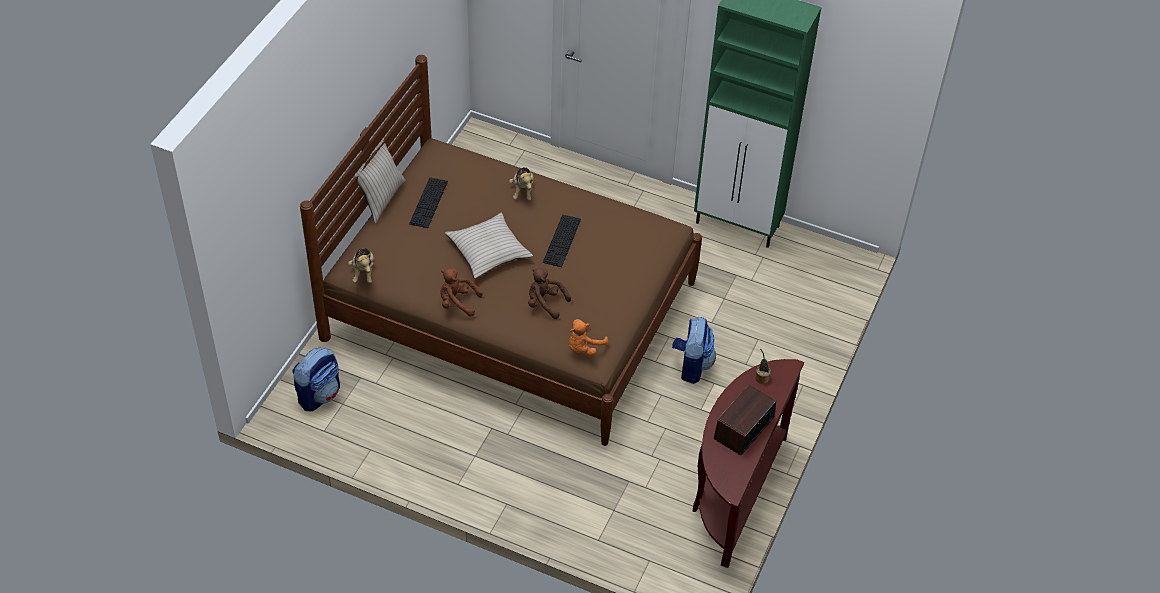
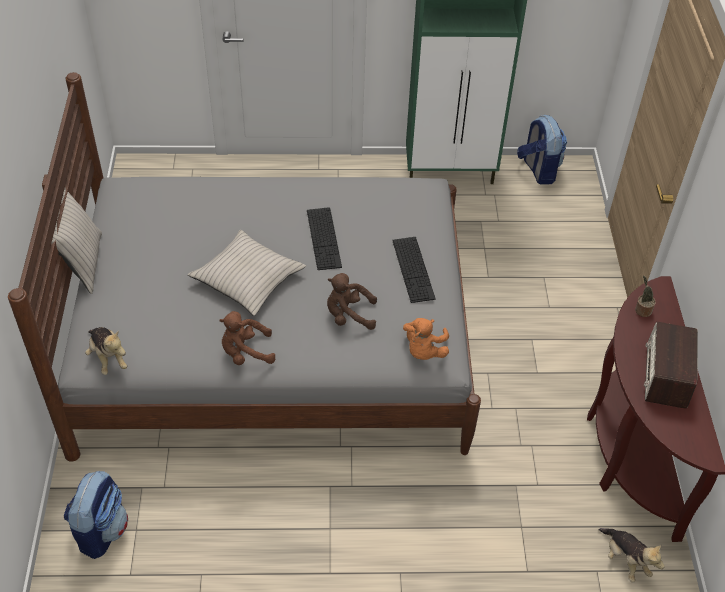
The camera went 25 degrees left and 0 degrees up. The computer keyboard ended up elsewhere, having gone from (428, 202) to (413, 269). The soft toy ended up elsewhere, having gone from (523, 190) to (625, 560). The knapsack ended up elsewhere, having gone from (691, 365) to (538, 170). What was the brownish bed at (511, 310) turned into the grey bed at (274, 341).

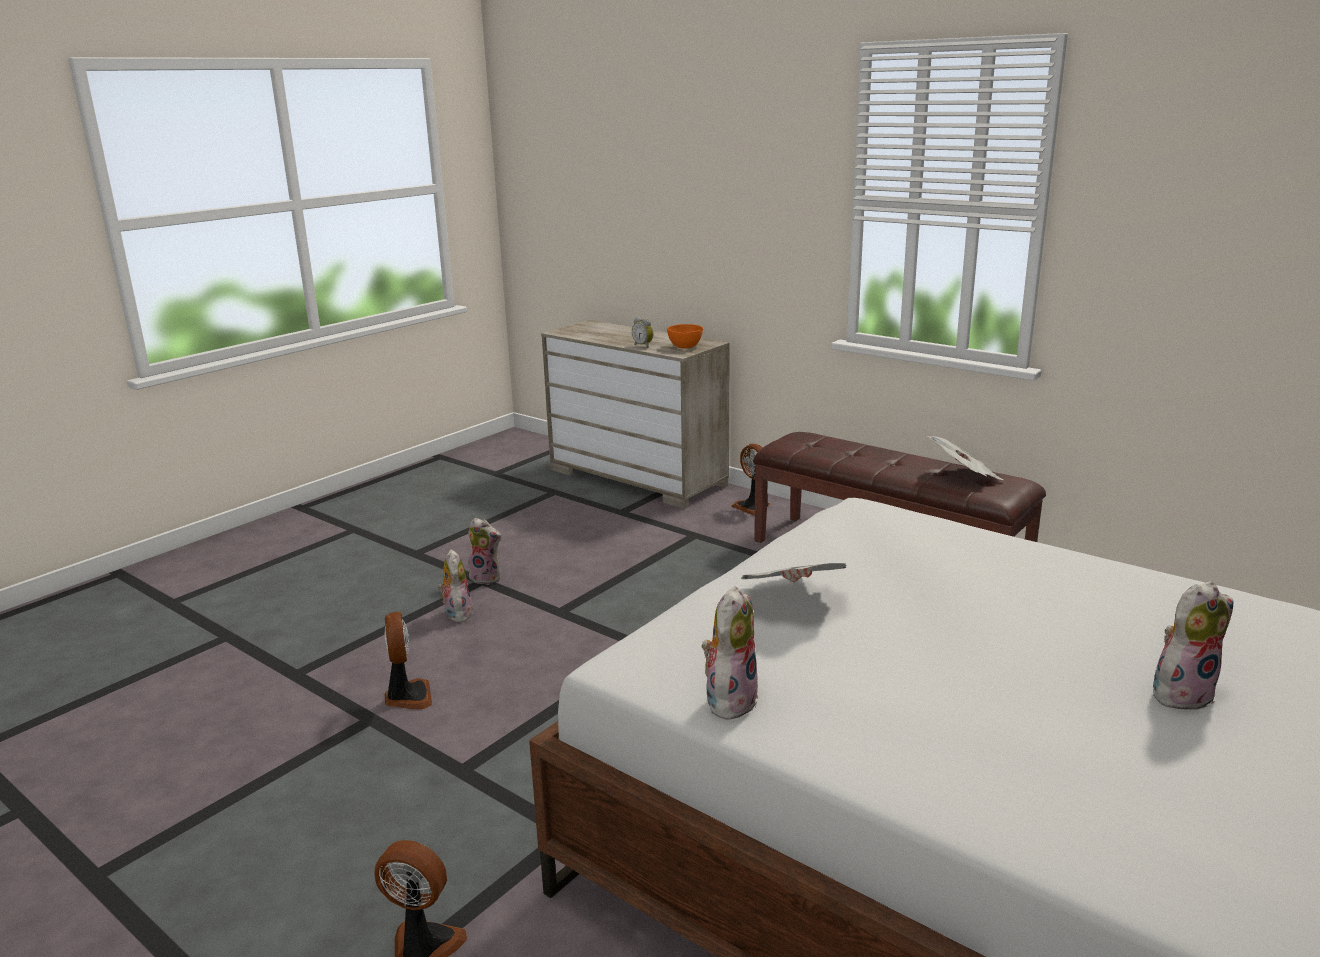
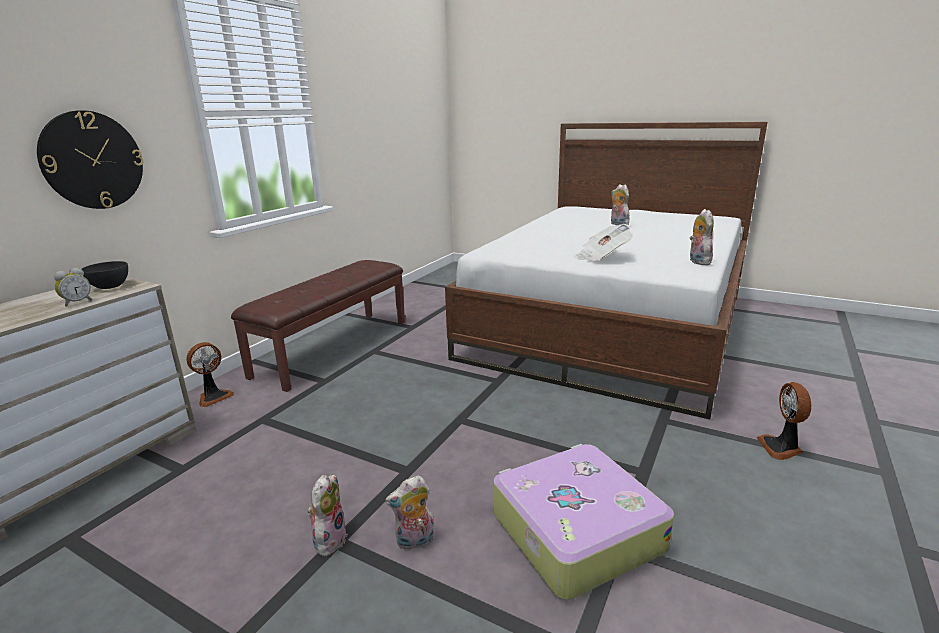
The camera went 100 degrees left and 0 degrees up. The second view lost the printed paper at (964, 476). The second view gained the hanging clock at (92, 160). Where the cooling fan stood at (407, 697), the piece of luggage came to stand at (574, 531). What was the orange-coloured bowl at (684, 347) turned into the grey bowl at (109, 287). The soft toy at (729, 699) ended up facing another way, 75 degrees clockwise from before.

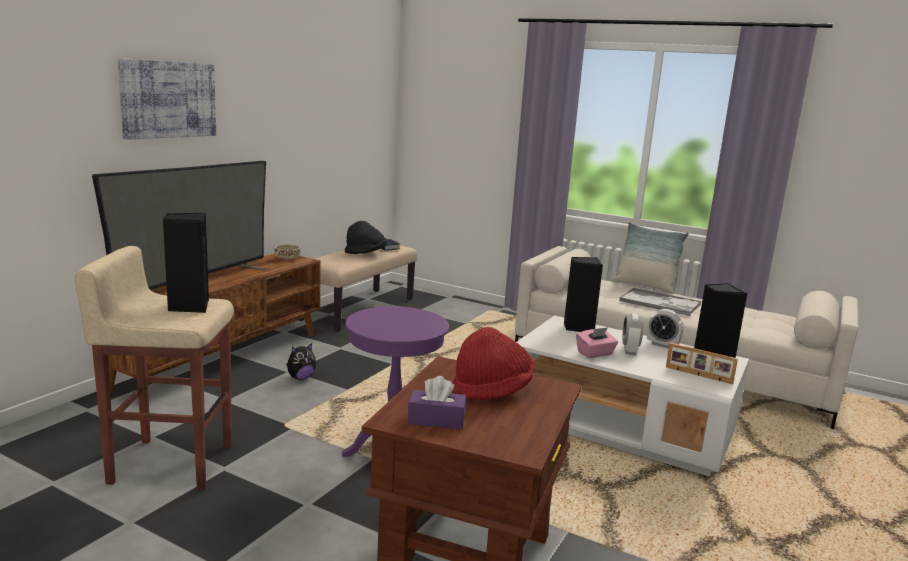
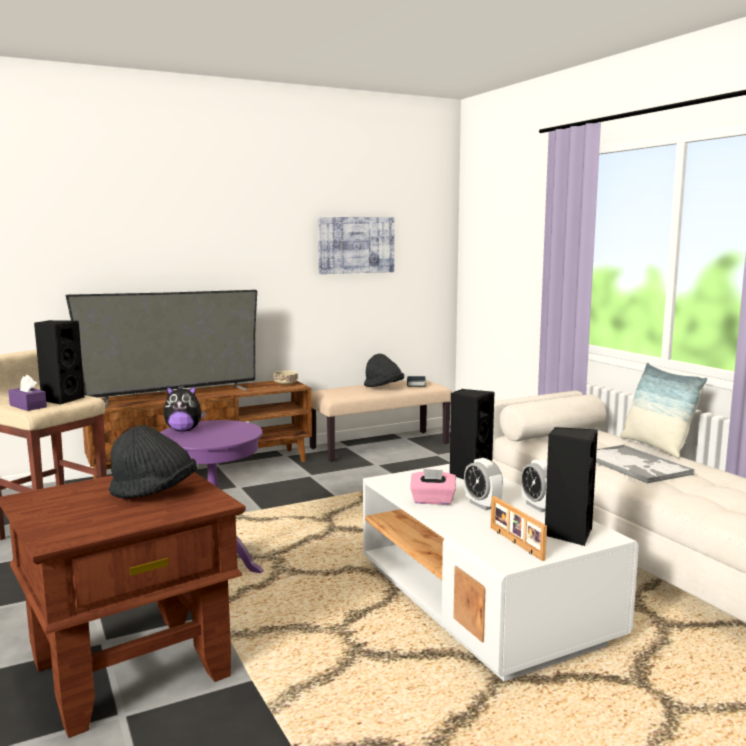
The camera went 35 degrees right and 5 degrees down. The picture ended up elsewhere, having gone from (168, 99) to (356, 245). The soft toy ended up elsewhere, having gone from (300, 378) to (184, 430). The purple box of tissues ended up elsewhere, having gone from (436, 420) to (28, 406). What was the red-coloured clothing hat at (492, 390) turned into the black clothing hat at (154, 493). The alarm clock at (630, 350) ended up facing another way, 75 degrees counterclockwise from before.

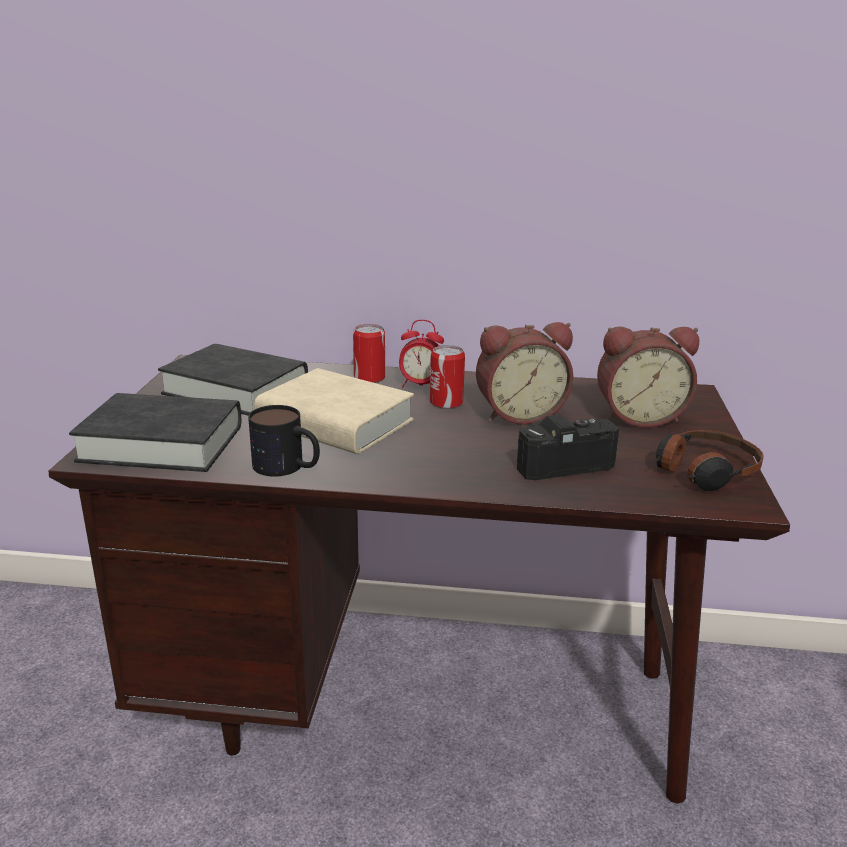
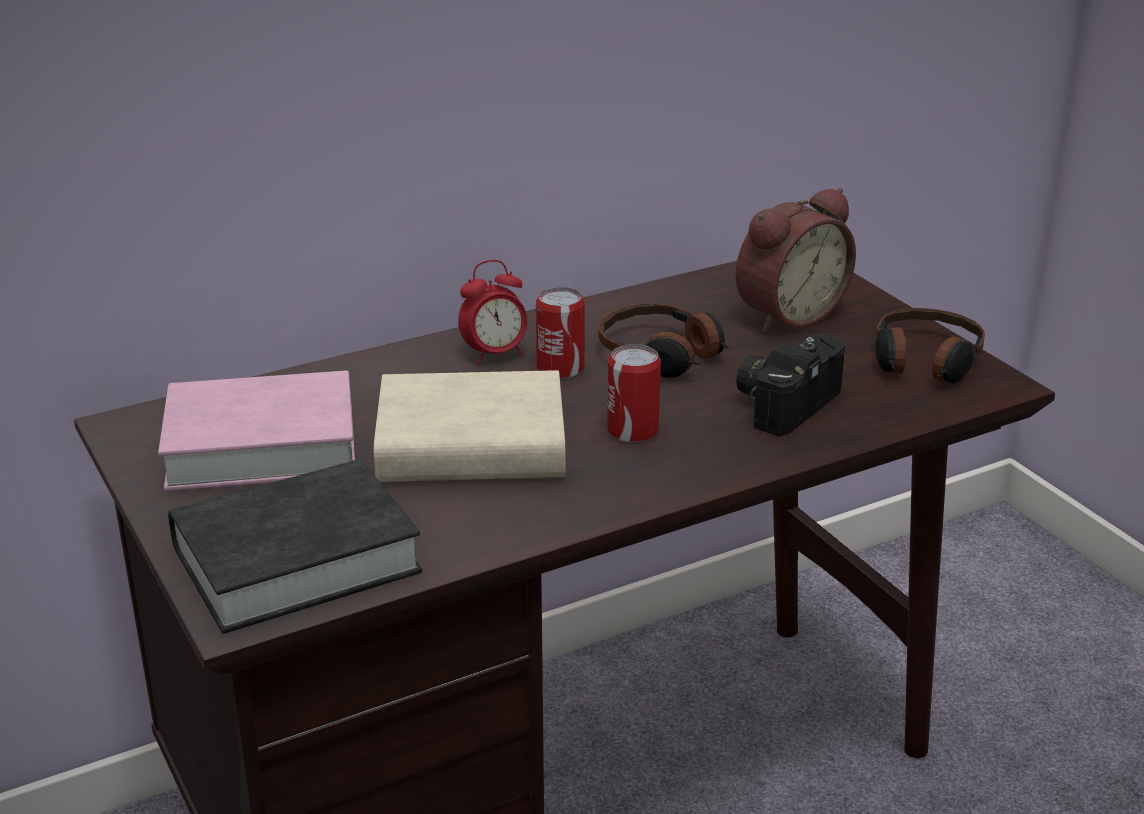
The camera went 35 degrees left and 5 degrees up. The second view lost the mug at (288, 467). The sealed can ended up elsewhere, having gone from (369, 378) to (632, 430). Where the alarm clock stood at (519, 414), the pair of headphones came to stand at (662, 355). What was the black book at (236, 389) turned into the pink-coloured book at (262, 445).

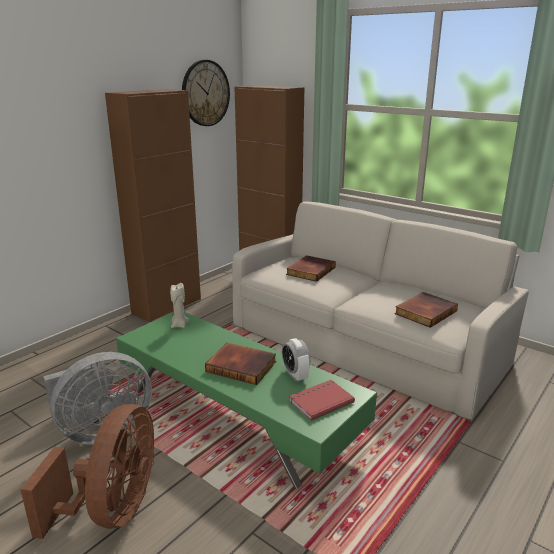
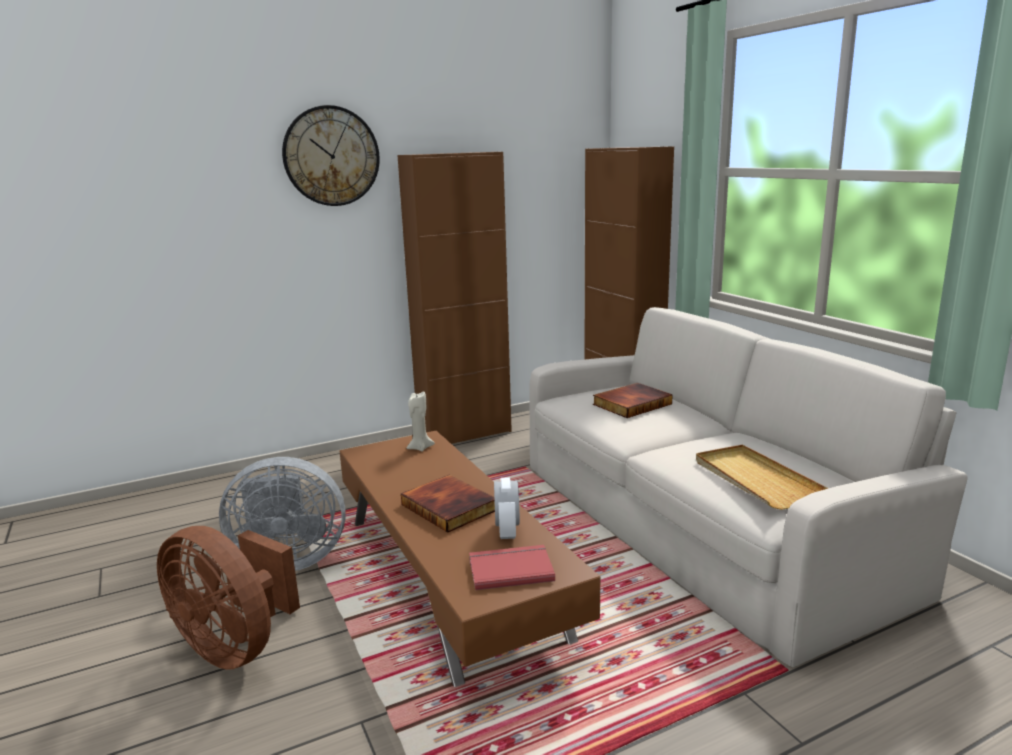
The camera went 25 degrees right and 5 degrees down. The hanging clock ended up elsewhere, having gone from (205, 93) to (331, 156). Where the book stood at (425, 312), the beige carrying tray came to stand at (755, 480). What was the green coffee table at (238, 414) turned into the brownish coffee table at (452, 576). The brownish cooling fan at (113, 509) ended up facing another way, 90 degrees clockwise from before.

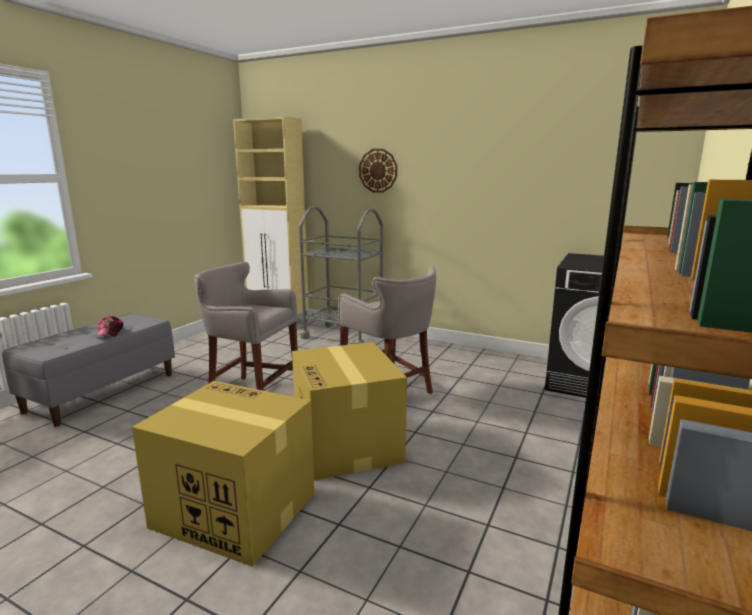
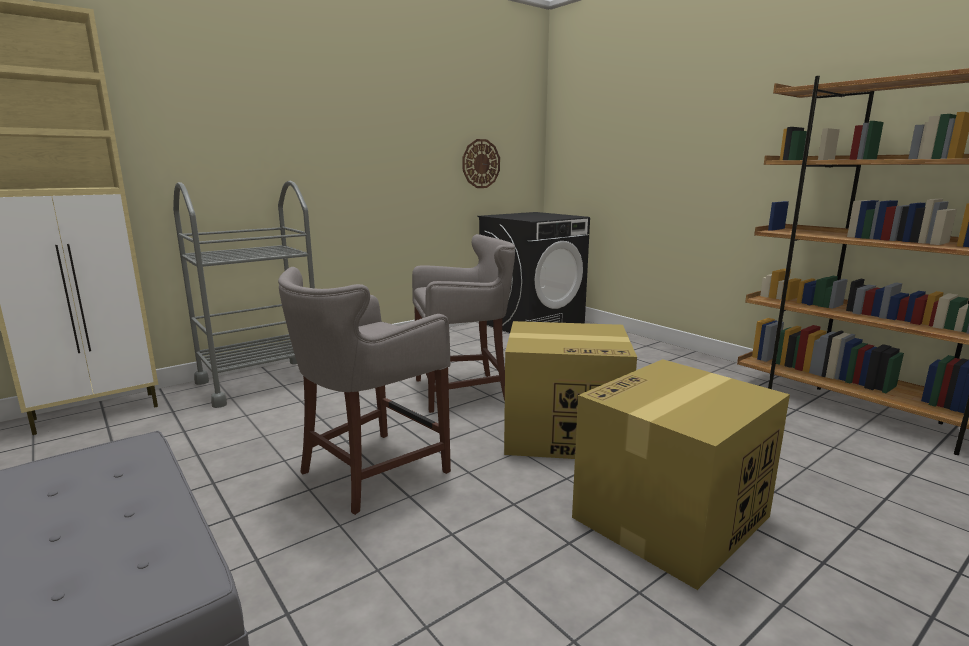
The camera went 65 degrees left and 0 degrees up. The second view lost the cap at (110, 332). The hanging clock ended up elsewhere, having gone from (378, 170) to (481, 163).

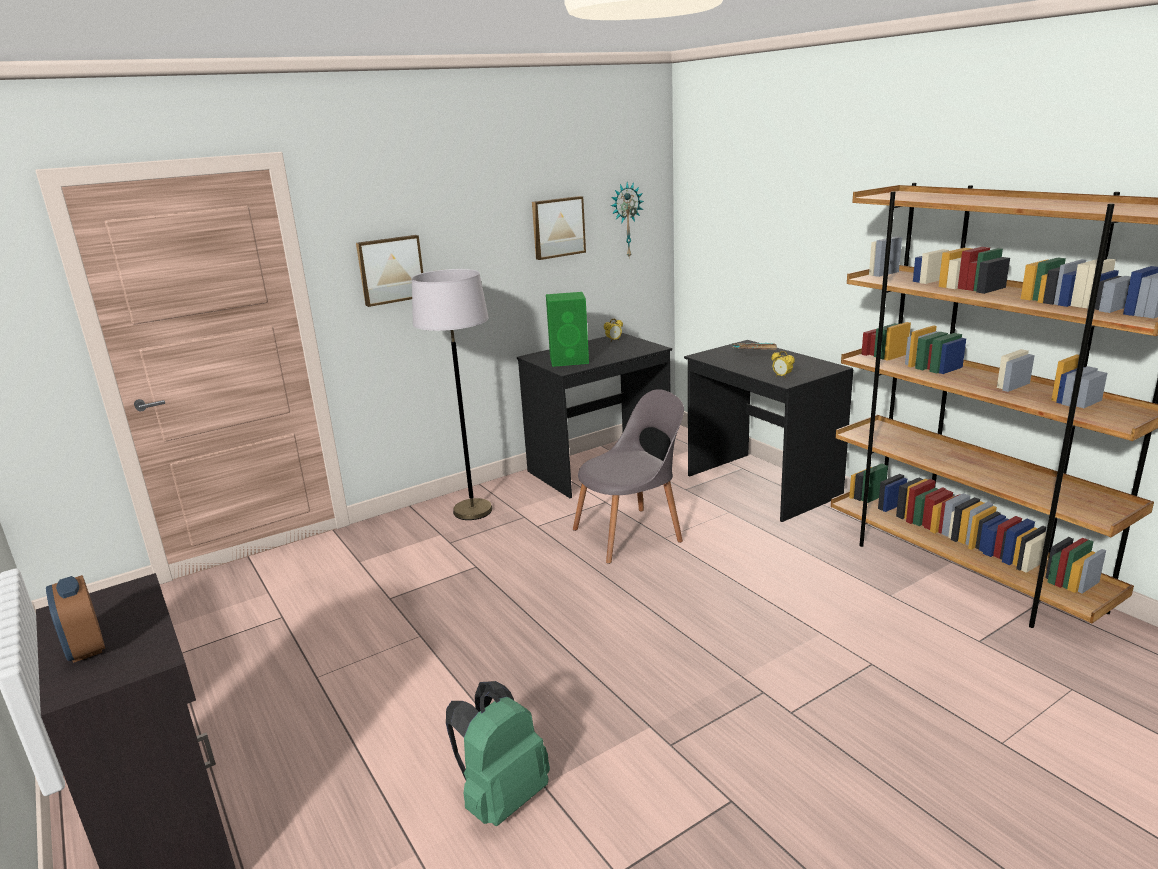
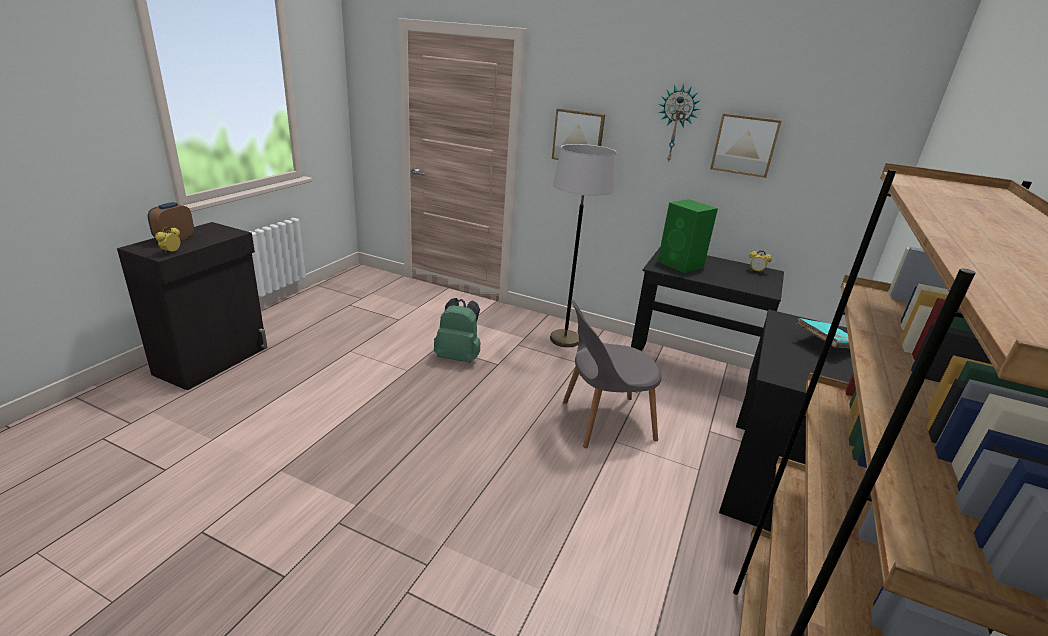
The camera went 55 degrees right and 5 degrees up. The green knapsack ended up elsewhere, having gone from (501, 797) to (459, 357). The hanging clock ended up elsewhere, having gone from (626, 220) to (676, 124). The alarm clock ended up elsewhere, having gone from (782, 377) to (171, 252). The grey chair at (631, 534) ended up facing another way, 135 degrees clockwise from before.

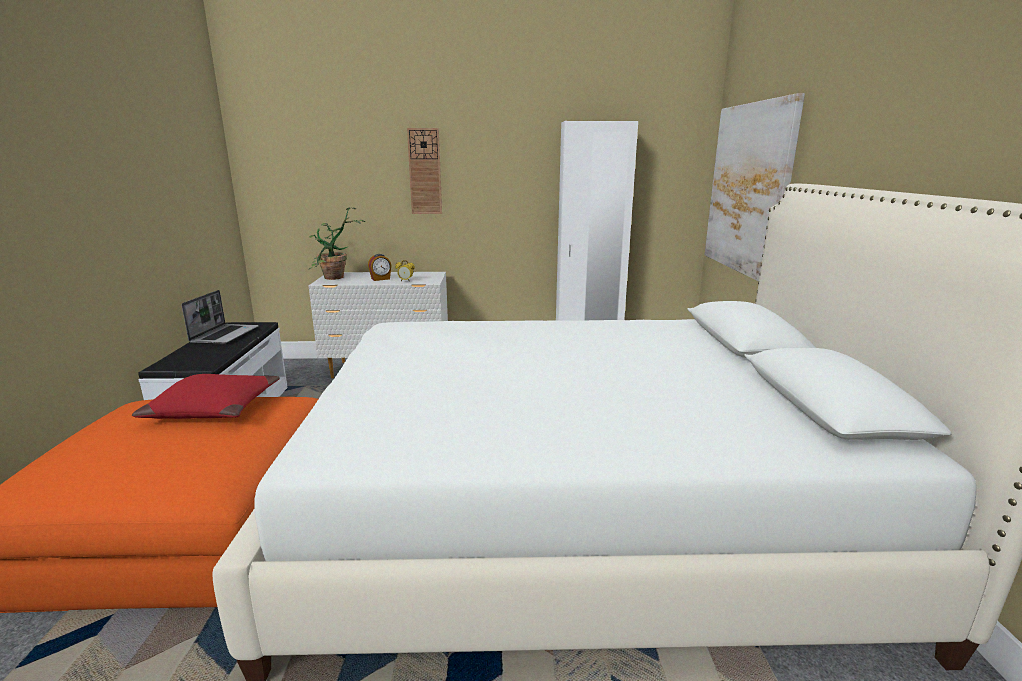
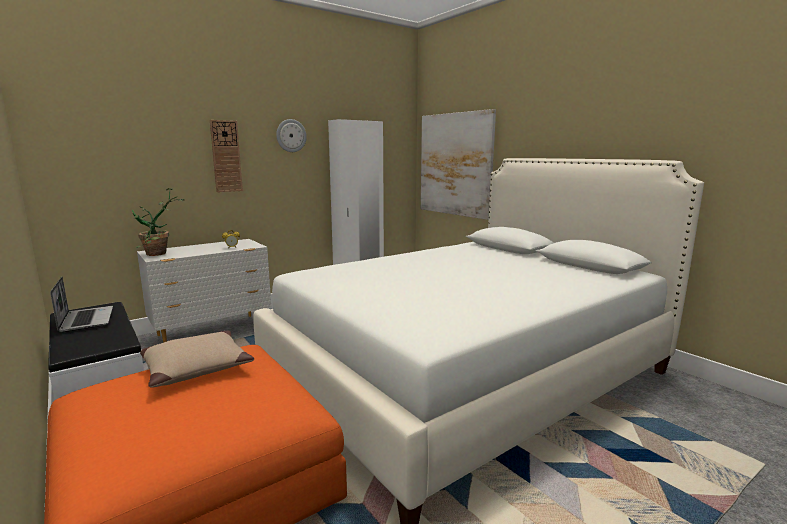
The camera went 35 degrees left and 5 degrees down. The second view lost the alarm clock at (380, 279). The second view gained the hanging clock at (291, 135). What was the red-coloured throw pillow at (214, 408) turned into the beige throw pillow at (196, 368).

